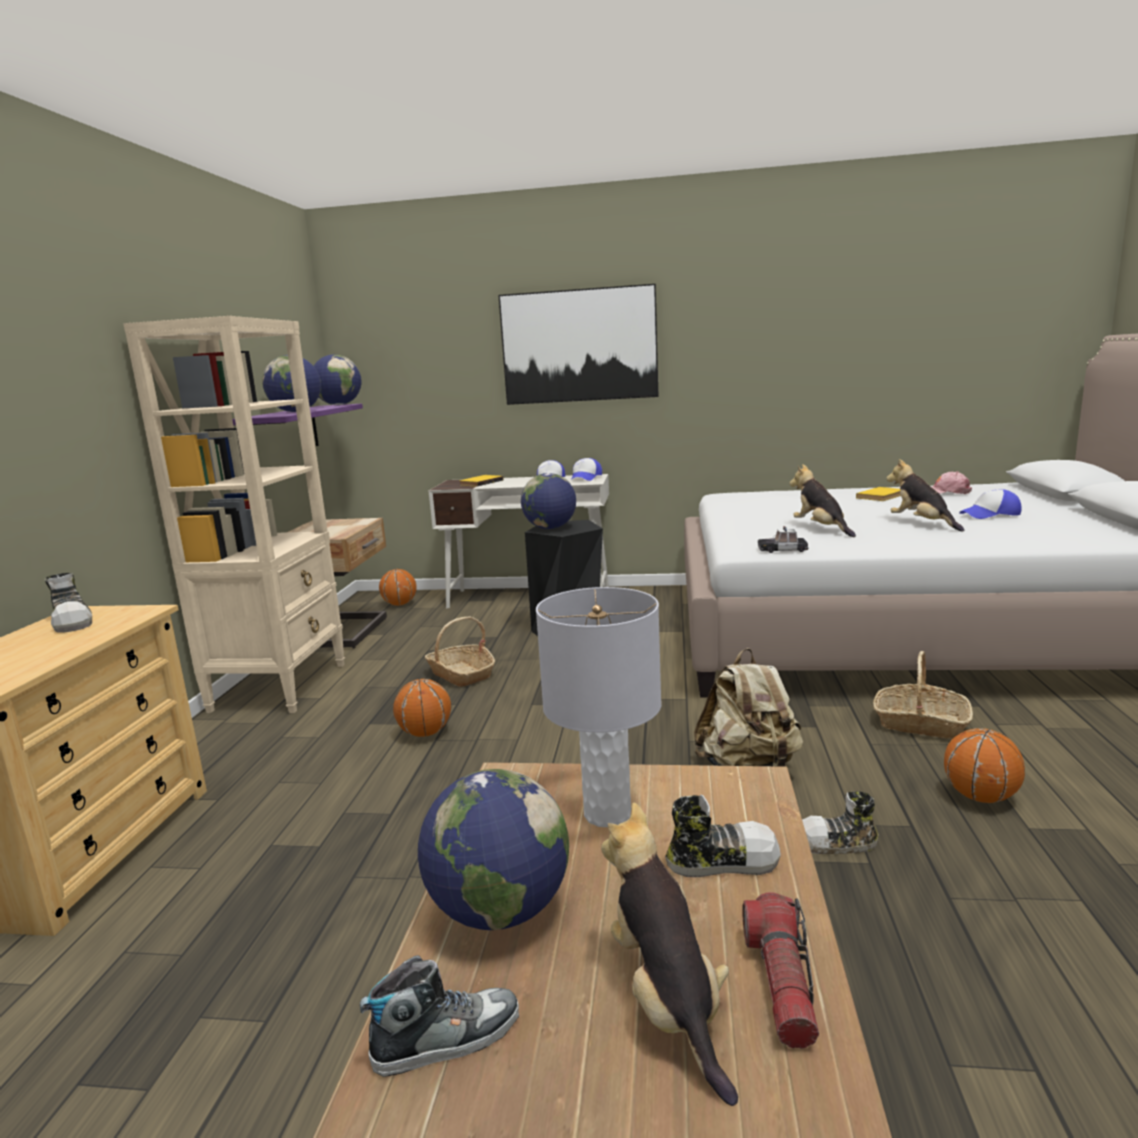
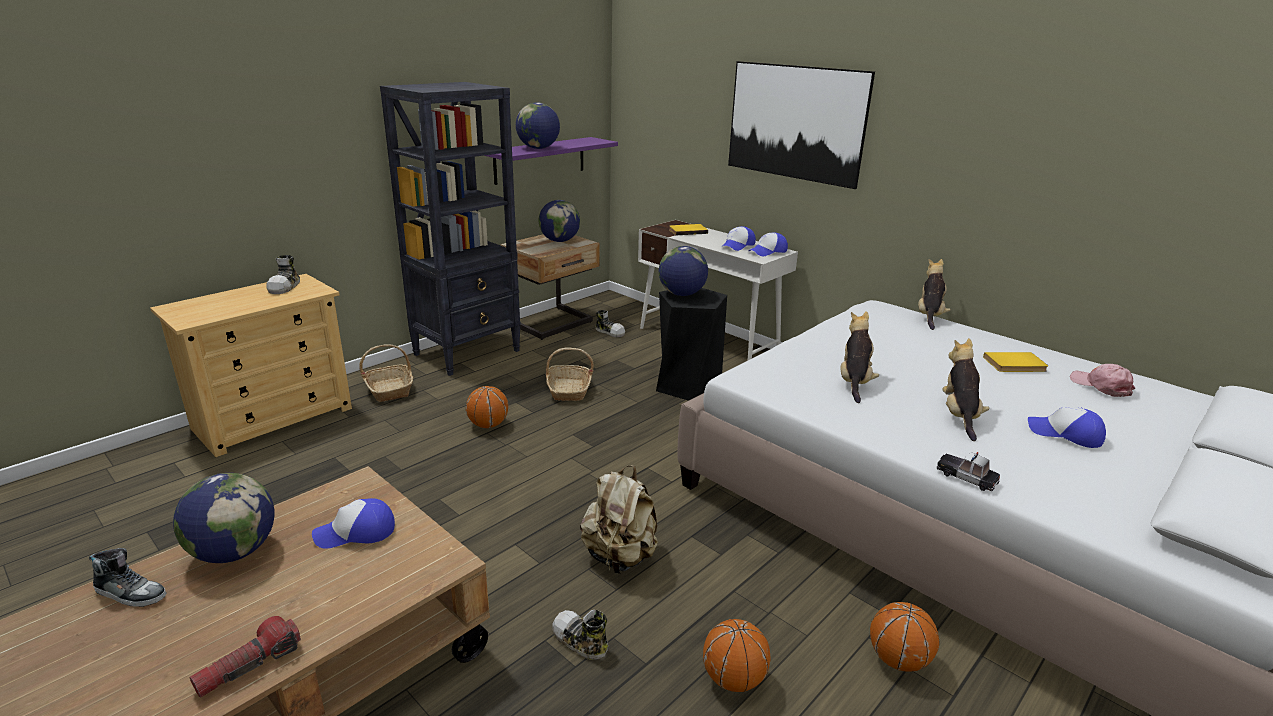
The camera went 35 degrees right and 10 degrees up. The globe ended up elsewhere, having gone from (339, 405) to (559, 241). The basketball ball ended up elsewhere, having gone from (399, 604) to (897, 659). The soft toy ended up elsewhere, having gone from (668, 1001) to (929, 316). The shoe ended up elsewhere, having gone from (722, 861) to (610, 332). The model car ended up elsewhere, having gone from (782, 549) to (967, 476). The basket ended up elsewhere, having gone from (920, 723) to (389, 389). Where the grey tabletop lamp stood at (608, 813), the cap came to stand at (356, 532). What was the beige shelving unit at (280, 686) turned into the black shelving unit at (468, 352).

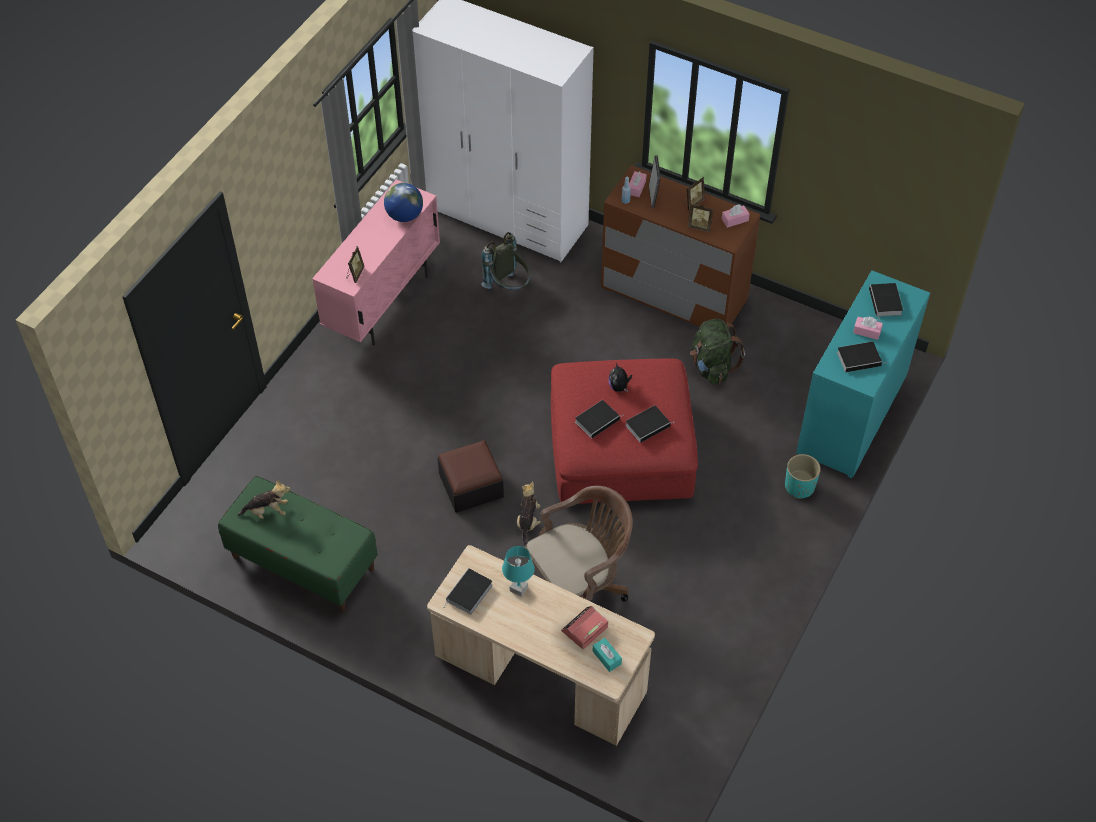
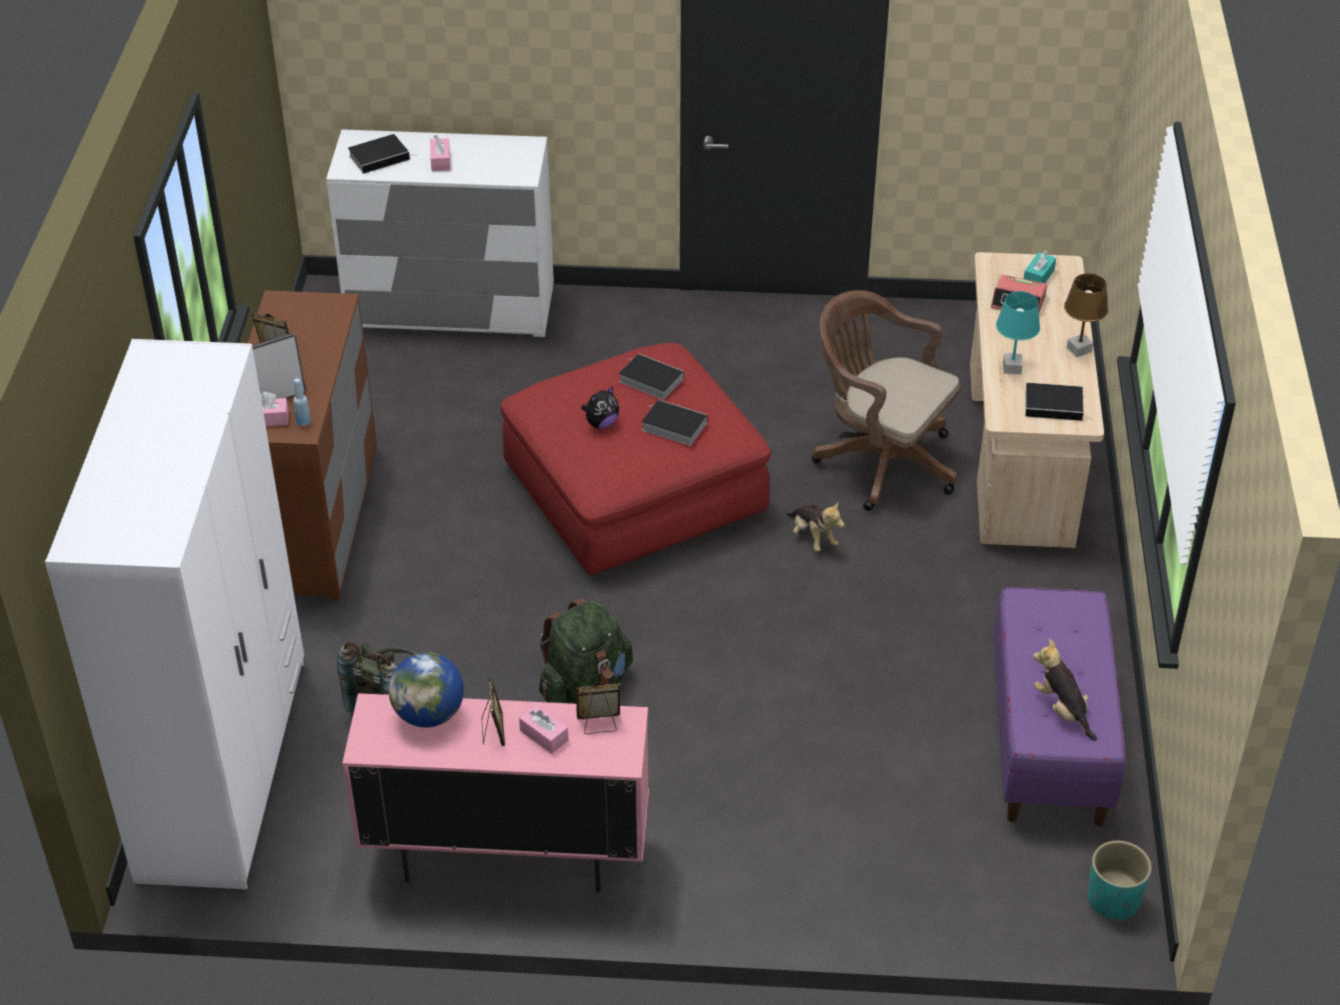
The camera went 115 degrees left and 10 degrees down. The second view lost the ottoman at (471, 485). The second view lost the book at (860, 358). The second view gained the brownish tabletop lamp at (1079, 350). The photo frame ended up elsewhere, having gone from (699, 226) to (493, 732). The green knapsack ended up elsewhere, having gone from (712, 367) to (585, 685). The pink-coloured box of tissues ended up elsewhere, having gone from (735, 220) to (544, 735). The turquoise-coloured plant pot ended up elsewhere, having gone from (799, 486) to (1113, 900). What was the green long seat at (302, 562) turned into the purple long seat at (1049, 741). What was the turquoise-coloured drawer chest at (852, 415) turned into the whitish drawer chest at (451, 308). The soft toy at (528, 521) ended up facing another way, 105 degrees counterclockwise from before.

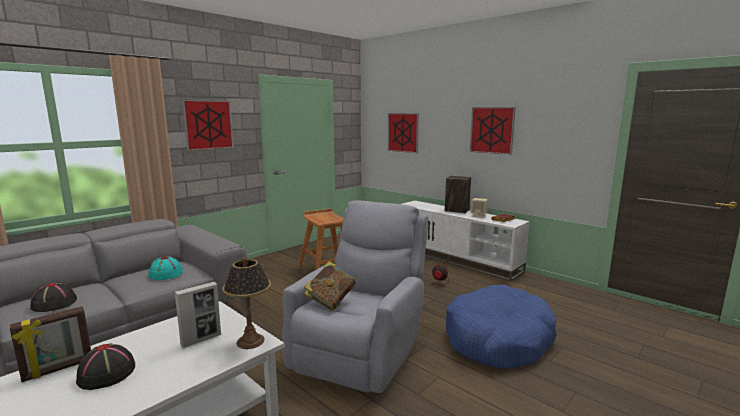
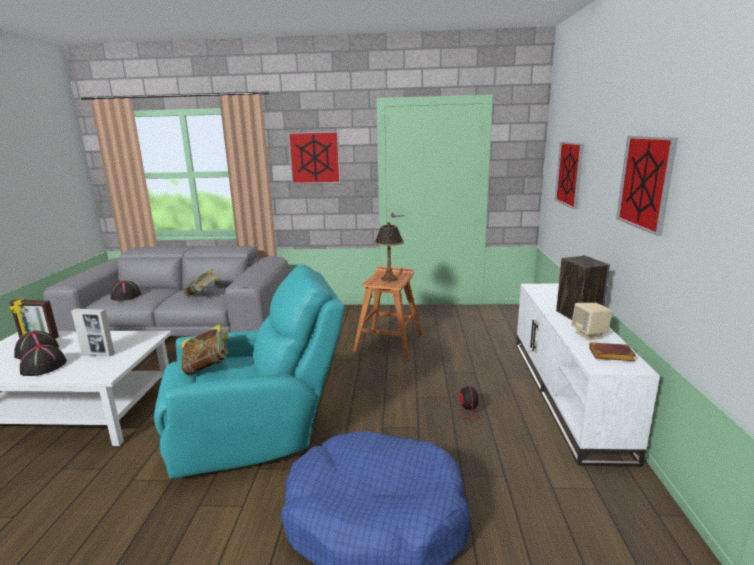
The camera went 50 degrees right and 5 degrees up. The second view gained the black clothing hat at (43, 367). The tabletop lamp ended up elsewhere, having gone from (251, 341) to (389, 279). Where the turquoise-coloured clothing hat stood at (165, 274), the book came to stand at (202, 296). What was the grey armchair at (361, 347) turned into the turquoise-coloured armchair at (257, 432).

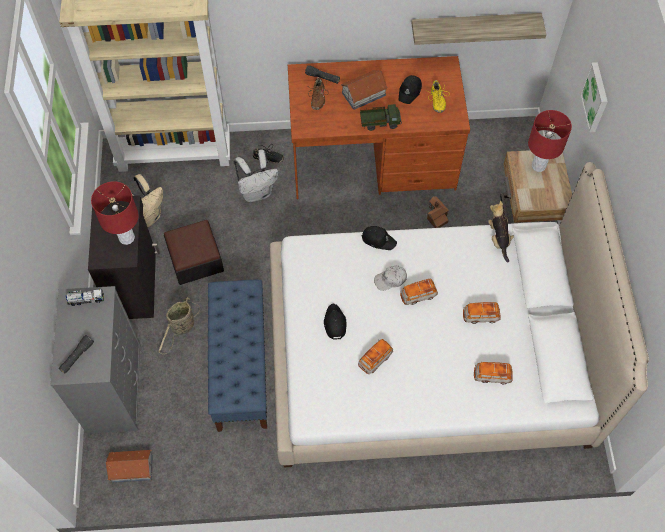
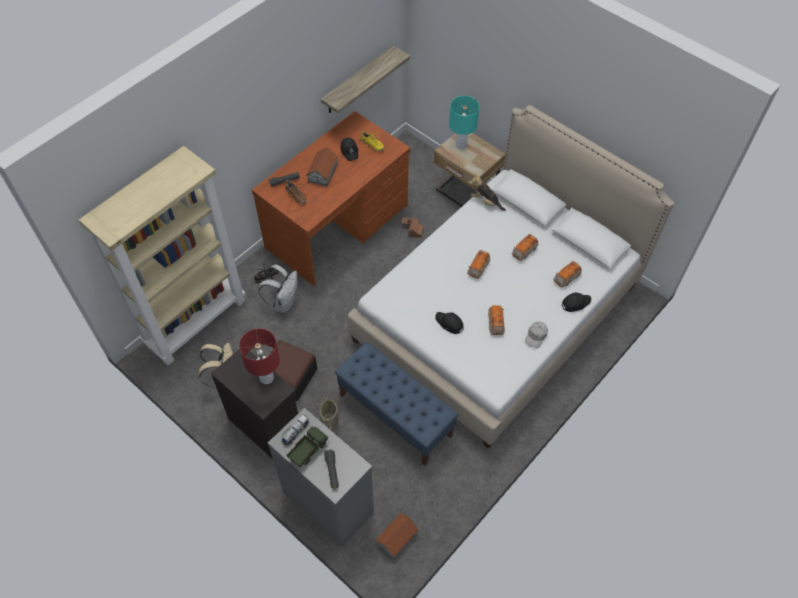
The camera went 45 degrees left and 5 degrees down. The second view lost the picture at (596, 97). The toy lorry ended up elsewhere, having gone from (379, 123) to (308, 450). The black cap ended up elsewhere, having gone from (378, 239) to (575, 303). The whitish cap ended up elsewhere, having gone from (390, 280) to (536, 336). What was the red-coloured tabletop lamp at (538, 165) turned into the turquoise-coloured tabletop lamp at (461, 145).

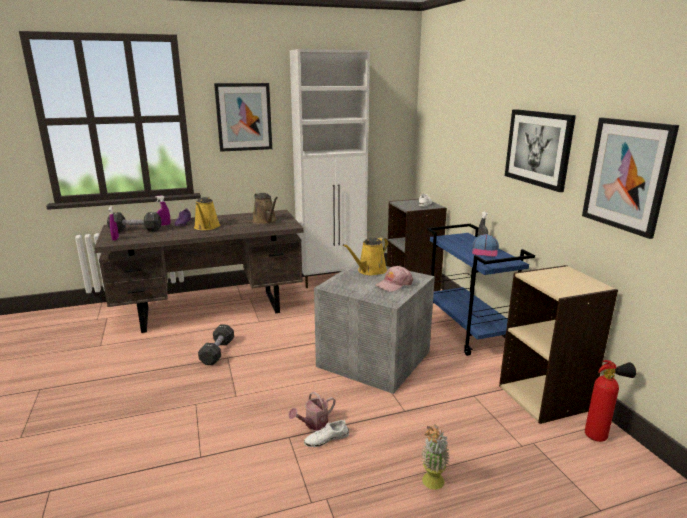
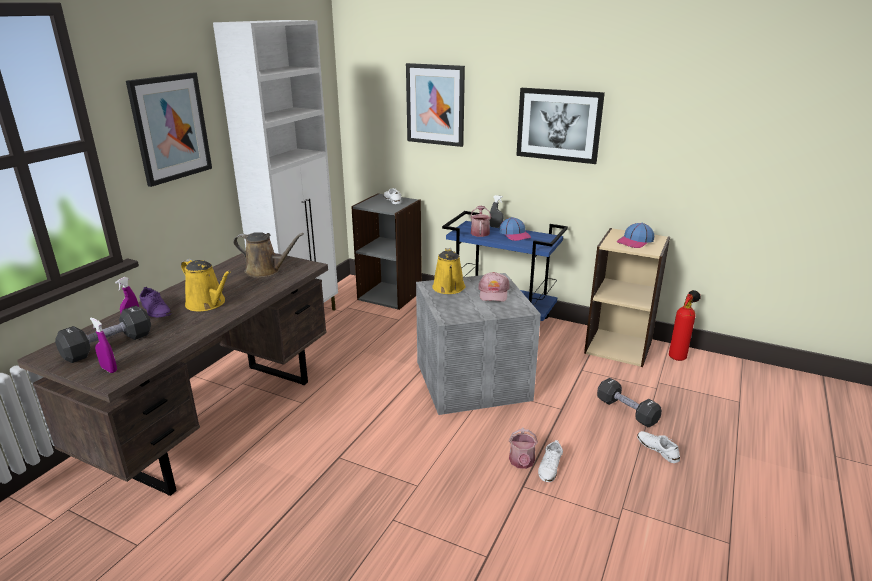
The camera went 45 degrees left and 5 degrees up. The second view gained the watering can at (480, 232). The second view gained the cap at (635, 241). The black hand weight ended up elsewhere, having gone from (217, 352) to (626, 411). The picture ended up elsewhere, having gone from (627, 175) to (435, 104). Where the plant in a pot stood at (432, 485), the whitish shoe came to stand at (657, 449).

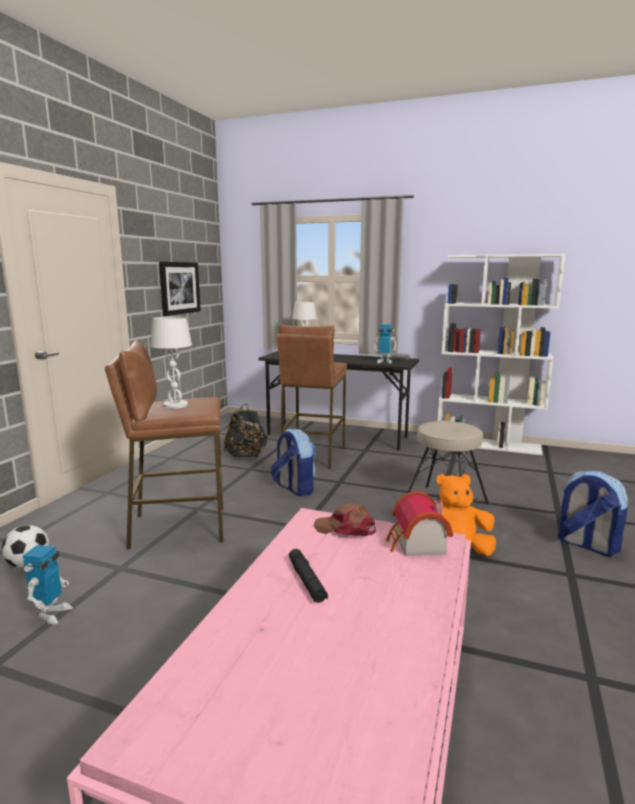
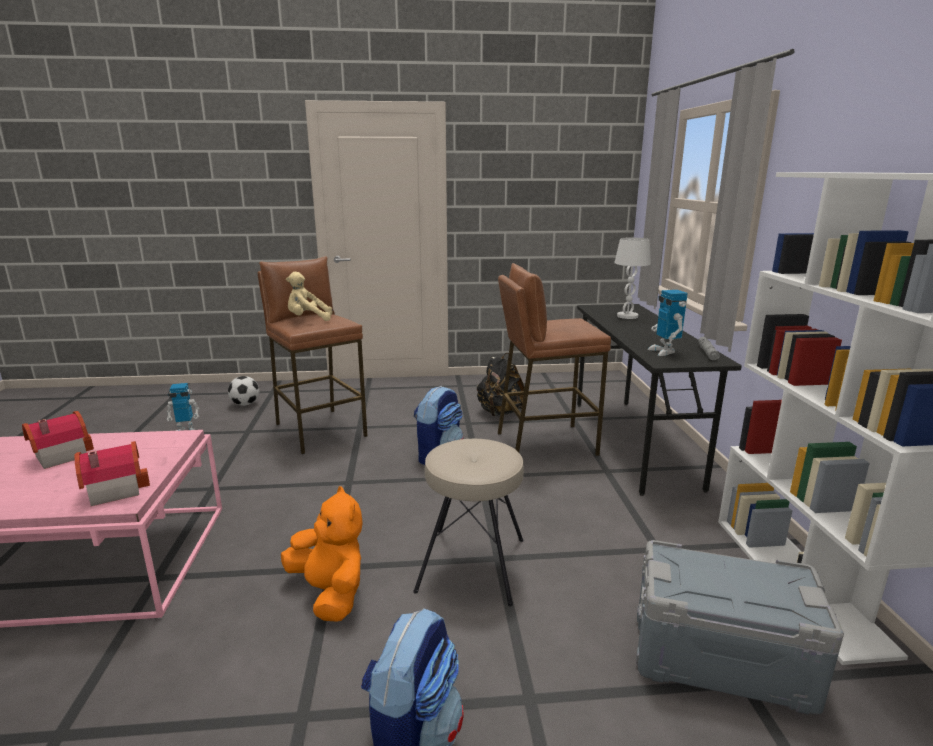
The camera went 65 degrees right and 5 degrees up. The second view lost the picture at (179, 288). The second view lost the brownish cap at (346, 528). The second view gained the grey storage bin at (721, 659). Where the whitish tabletop lamp stood at (175, 405), the beige soft toy came to stand at (308, 319). Where the black flashlight stood at (307, 581), the toy house came to stand at (59, 455).

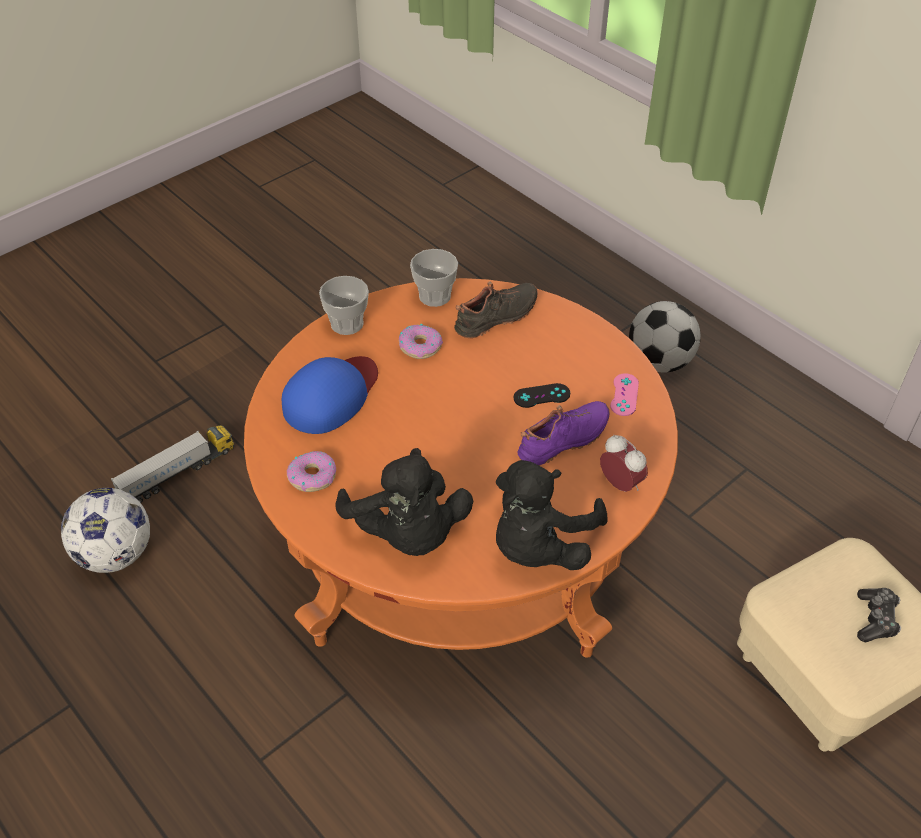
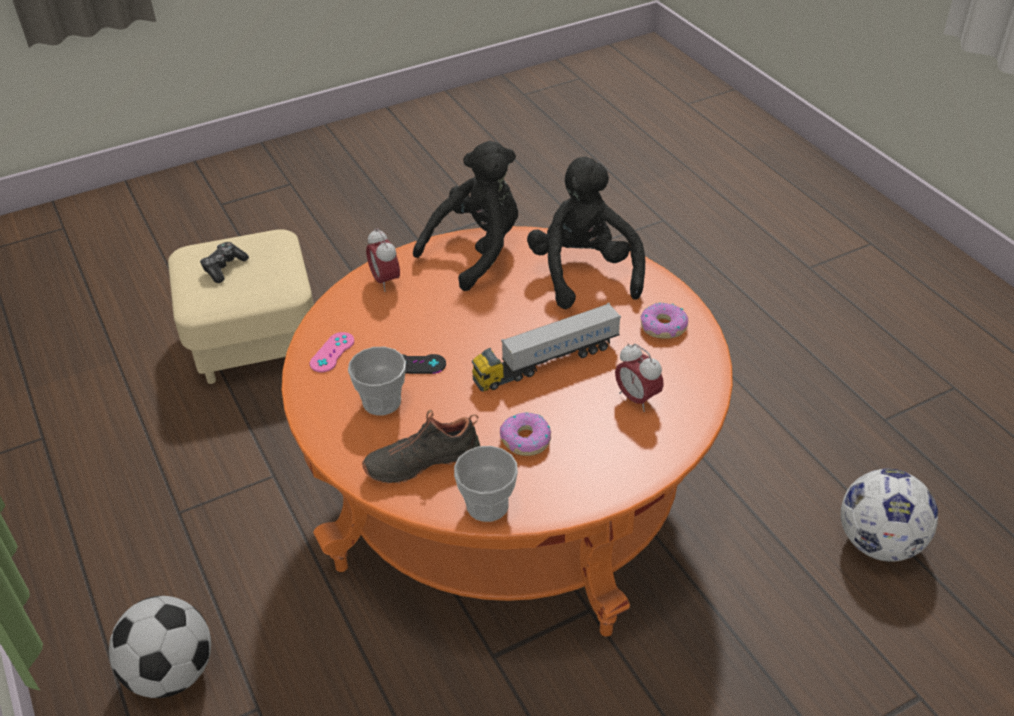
The camera went 165 degrees left and 5 degrees down. The second view lost the purple shoe at (565, 441). The toy lorry ended up elsewhere, having gone from (178, 473) to (546, 362). The drinking cup ended up elsewhere, having gone from (347, 324) to (382, 402). Where the blue-coloured cap stood at (331, 396), the alarm clock came to stand at (637, 399).

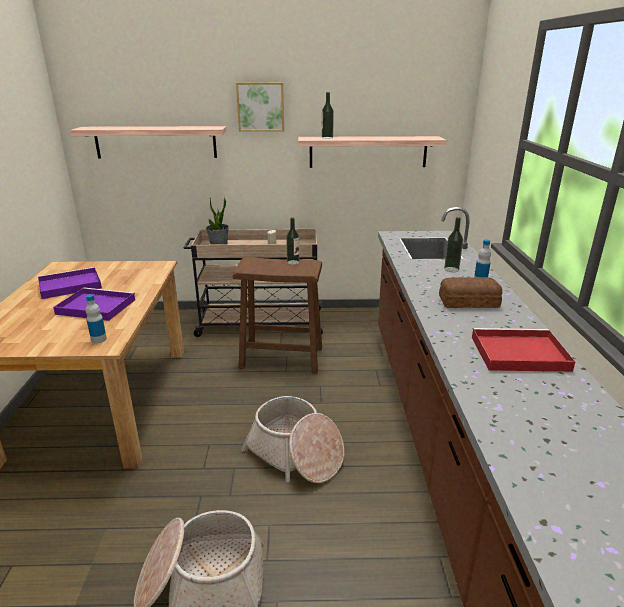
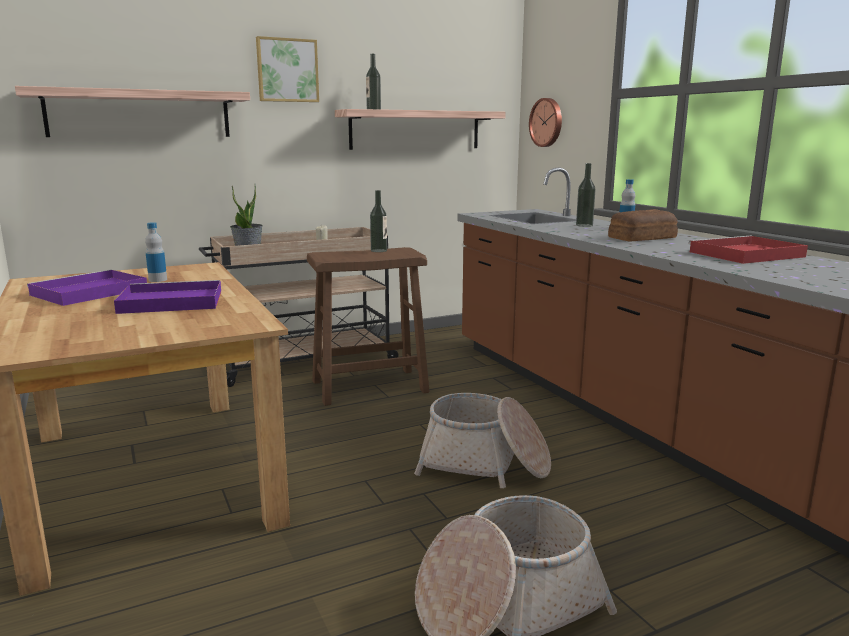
The camera went 25 degrees left and 10 degrees down. The second view gained the hanging clock at (547, 122). The bottle ended up elsewhere, having gone from (99, 339) to (158, 280).

